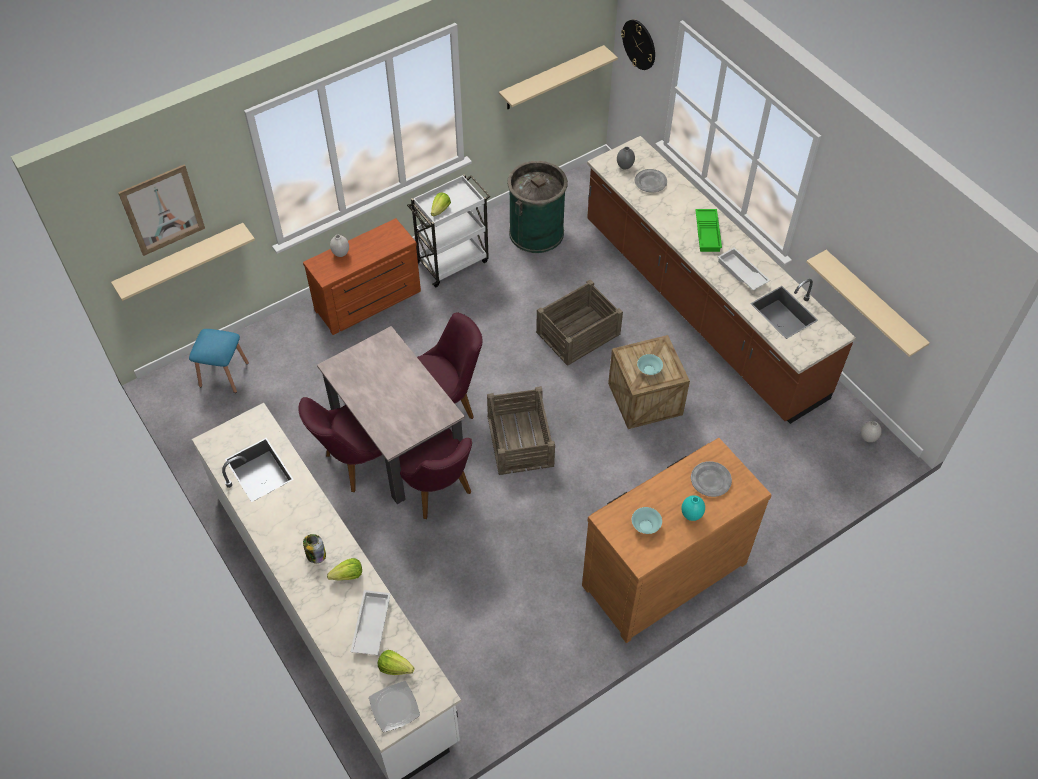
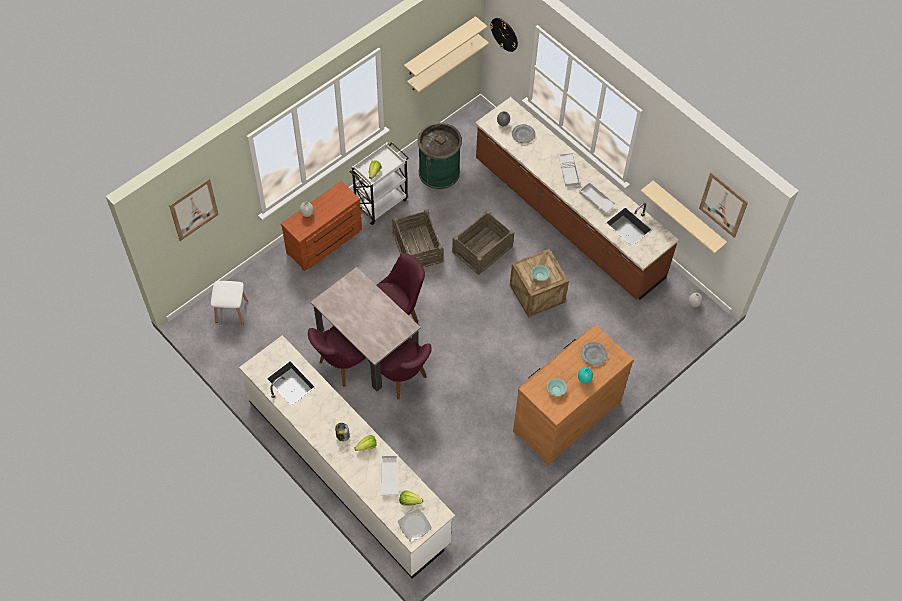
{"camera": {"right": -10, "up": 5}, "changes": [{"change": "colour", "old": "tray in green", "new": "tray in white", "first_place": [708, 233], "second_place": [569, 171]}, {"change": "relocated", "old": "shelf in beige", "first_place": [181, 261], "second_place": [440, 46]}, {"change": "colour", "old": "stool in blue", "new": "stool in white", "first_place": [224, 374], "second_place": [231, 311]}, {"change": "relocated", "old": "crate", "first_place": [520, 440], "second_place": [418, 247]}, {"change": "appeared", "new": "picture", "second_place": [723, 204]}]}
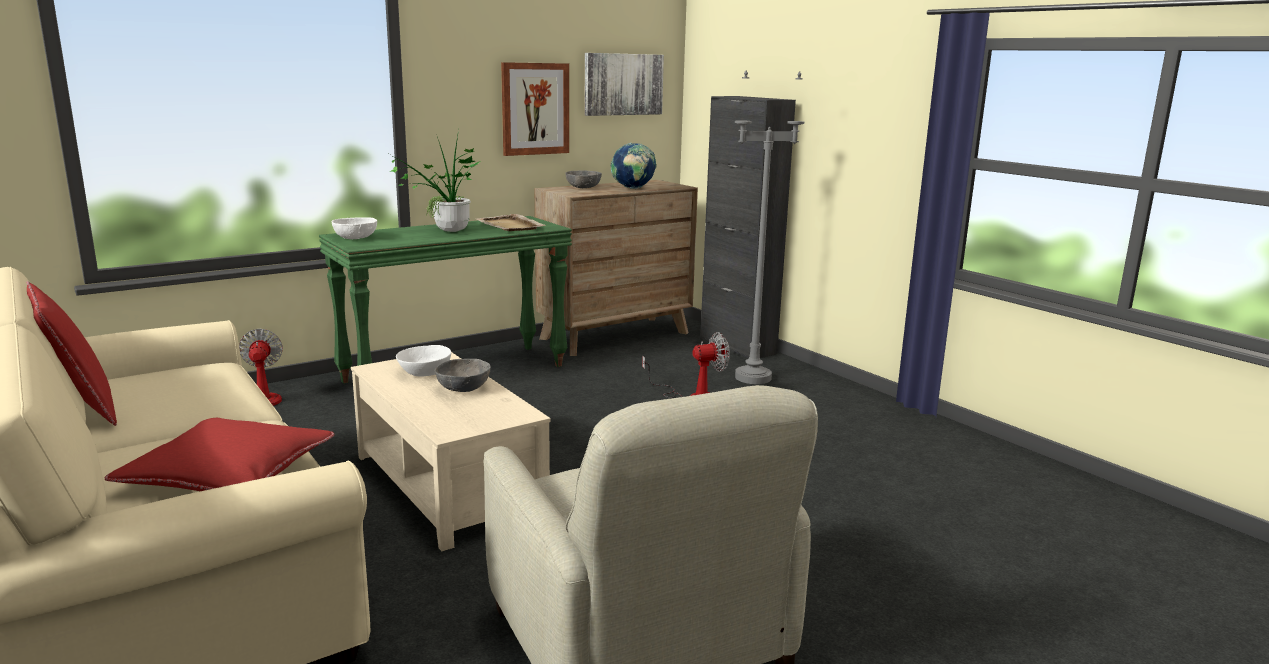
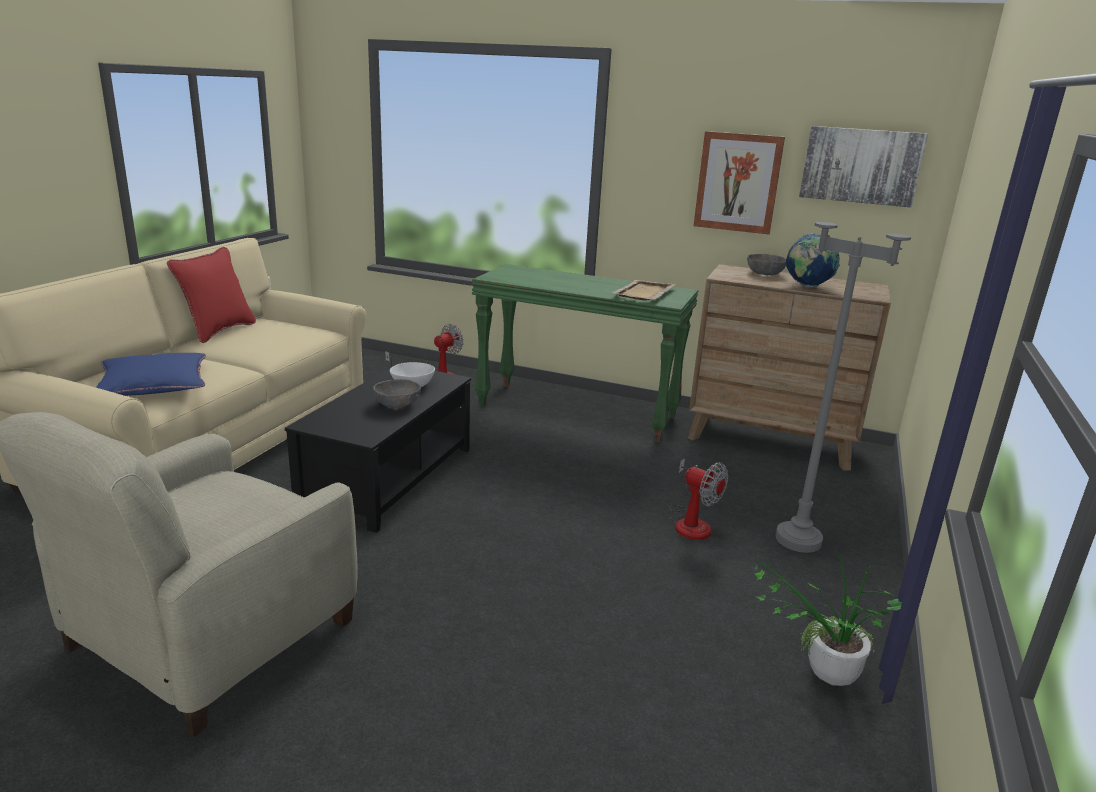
{"camera": {"right": 55, "up": 5}, "changes": [{"change": "missing", "old": "cabinet in black", "first_place": [737, 346]}, {"change": "relocated", "old": "potted plant", "first_place": [446, 232], "second_place": [820, 675]}, {"change": "missing", "old": "bowl in white", "first_place": [356, 238]}, {"change": "colour", "old": "coffee table in beige", "new": "coffee table in black", "first_place": [446, 486], "second_place": [387, 477]}, {"change": "colour", "old": "pillow in red", "new": "pillow in blue", "first_place": [228, 472], "second_place": [153, 385]}]}
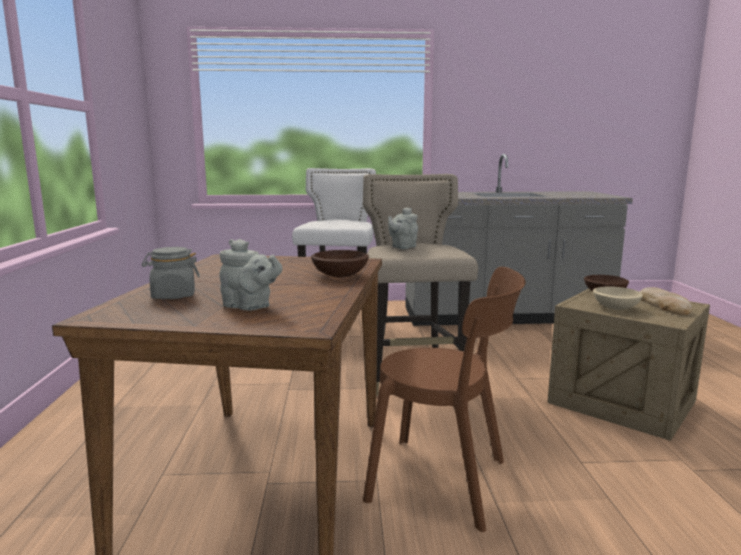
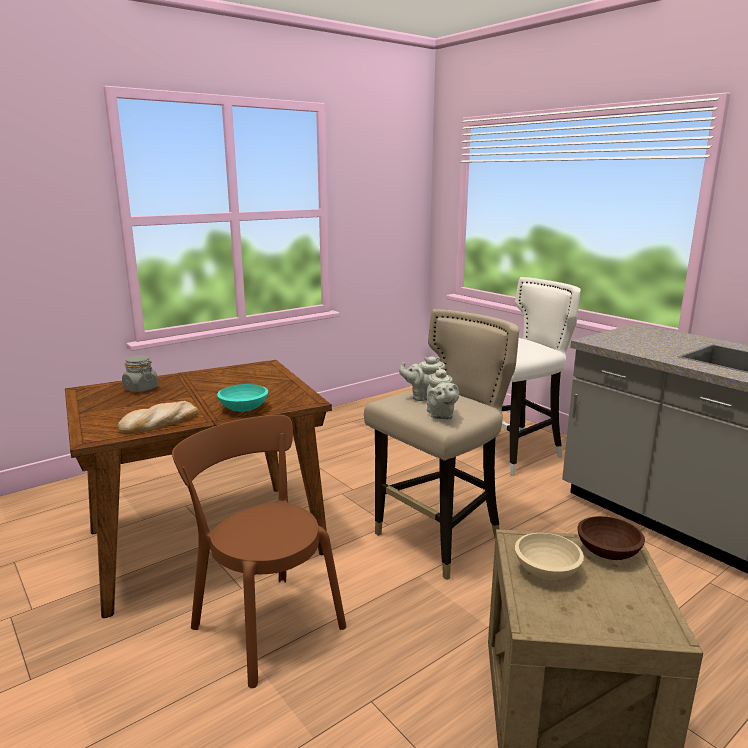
{"camera": {"right": 55, "up": 5}, "changes": [{"change": "relocated", "old": "teapot in grey", "first_place": [250, 307], "second_place": [440, 415]}, {"change": "colour", "old": "bowl in brown", "new": "bowl in turquoise", "first_place": [339, 275], "second_place": [244, 408]}, {"change": "spun", "old": "chair in brown", "first_place": [445, 481], "second_place": [264, 622], "degrees": 150}, {"change": "relocated", "old": "bread", "first_place": [664, 305], "second_place": [159, 422]}]}
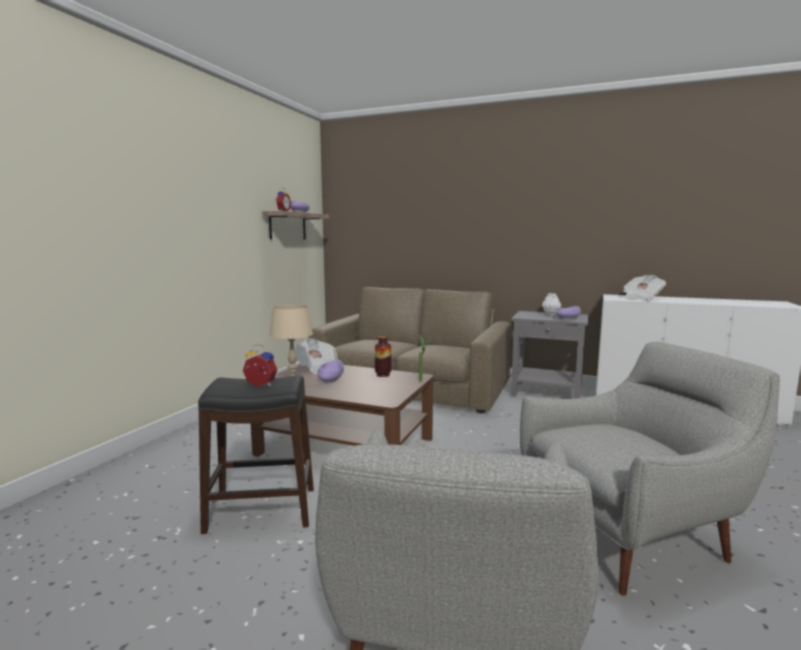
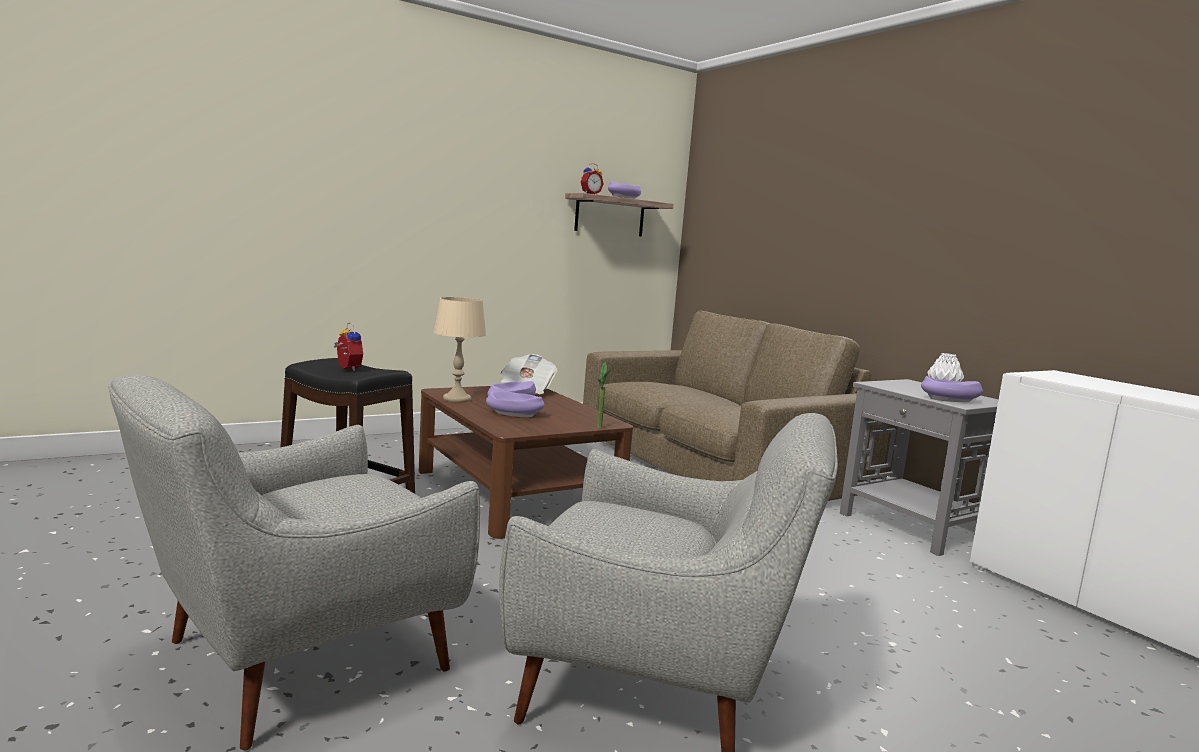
{"camera": {"right": 35, "up": 0}, "changes": [{"change": "missing", "old": "newspaper", "first_place": [641, 298]}, {"change": "missing", "old": "vase", "first_place": [383, 375]}, {"change": "appeared", "new": "bowl in purple", "second_place": [514, 414]}]}
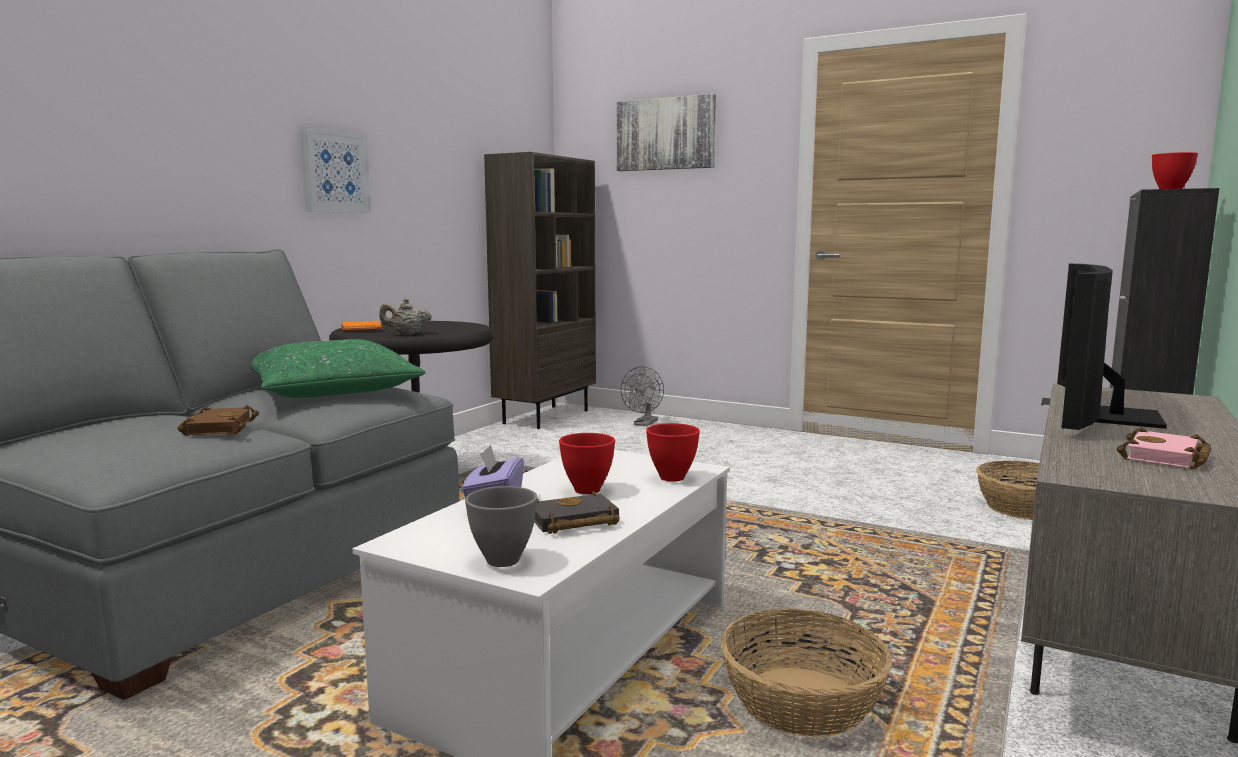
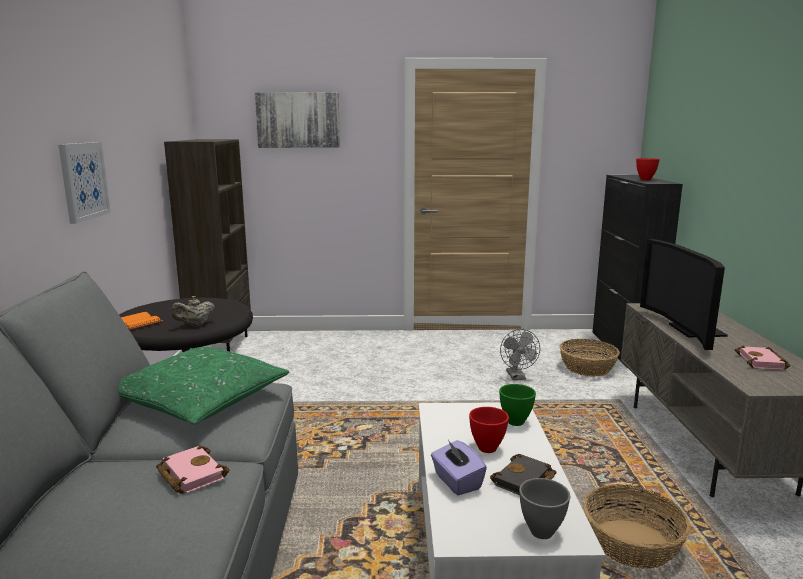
{"camera": {"right": -30, "up": 5}, "changes": [{"change": "relocated", "old": "fan in grey", "first_place": [644, 424], "second_place": [517, 377]}, {"change": "colour", "old": "book in brown", "new": "book in pink", "first_place": [218, 427], "second_place": [189, 474]}, {"change": "colour", "old": "bowl in red", "new": "bowl in green", "first_place": [671, 477], "second_place": [515, 421]}]}
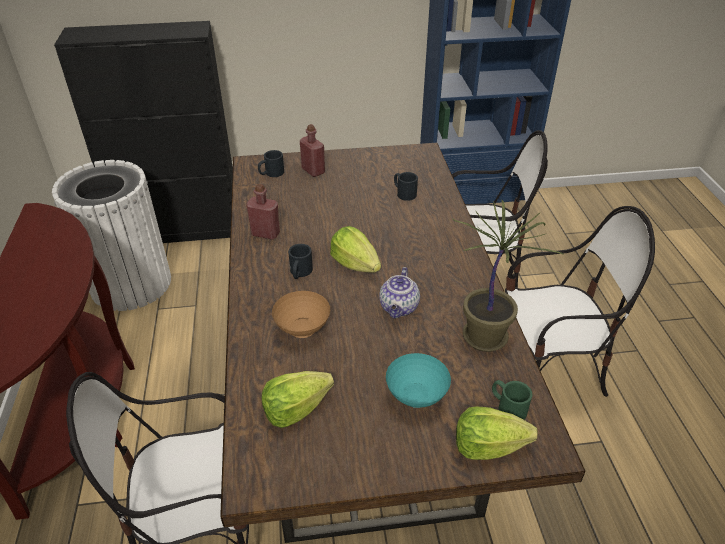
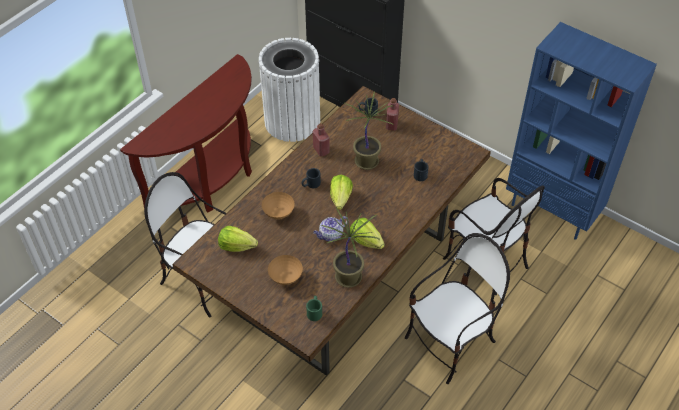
{"camera": {"right": 45, "up": 10}, "changes": [{"change": "spun", "old": "chair", "first_place": [546, 374], "second_place": [451, 343], "degrees": -75}, {"change": "colour", "old": "bowl in turquoise", "new": "bowl in brown", "first_place": [415, 397], "second_place": [285, 278]}, {"change": "relocated", "old": "lettuce", "first_place": [488, 446], "second_place": [366, 240]}, {"change": "appeared", "new": "potted plant", "second_place": [367, 161]}]}
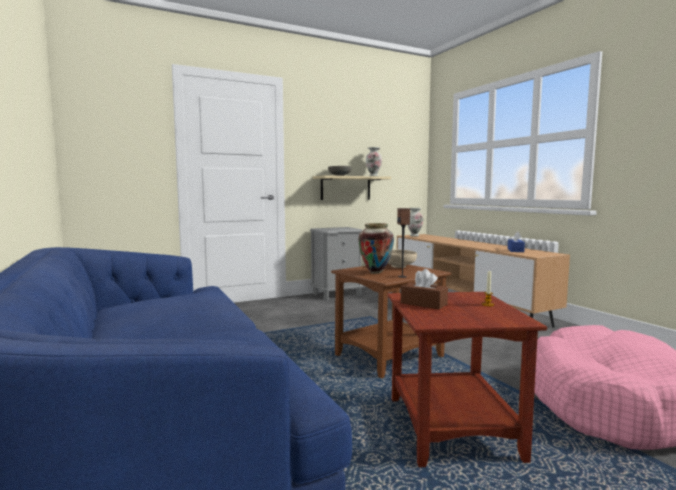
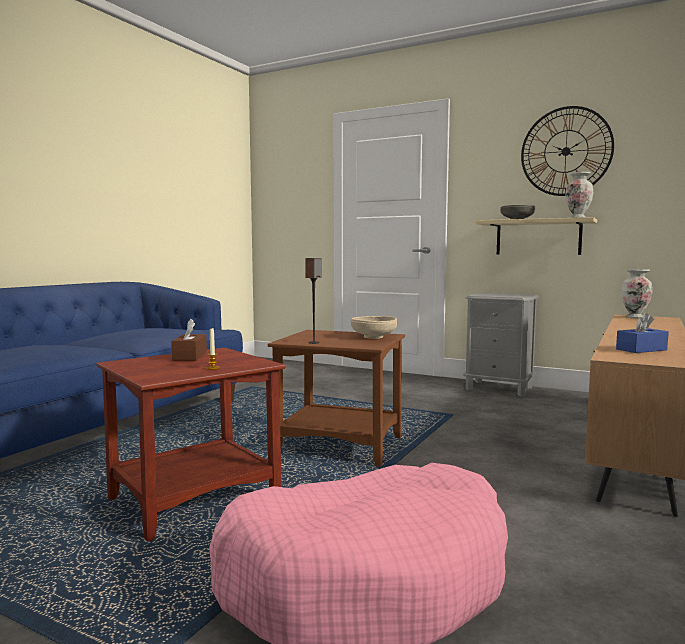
{"camera": {"right": 55, "up": 0}, "changes": [{"change": "missing", "old": "vase", "first_place": [375, 272]}, {"change": "appeared", "new": "wall clock", "second_place": [566, 151]}]}
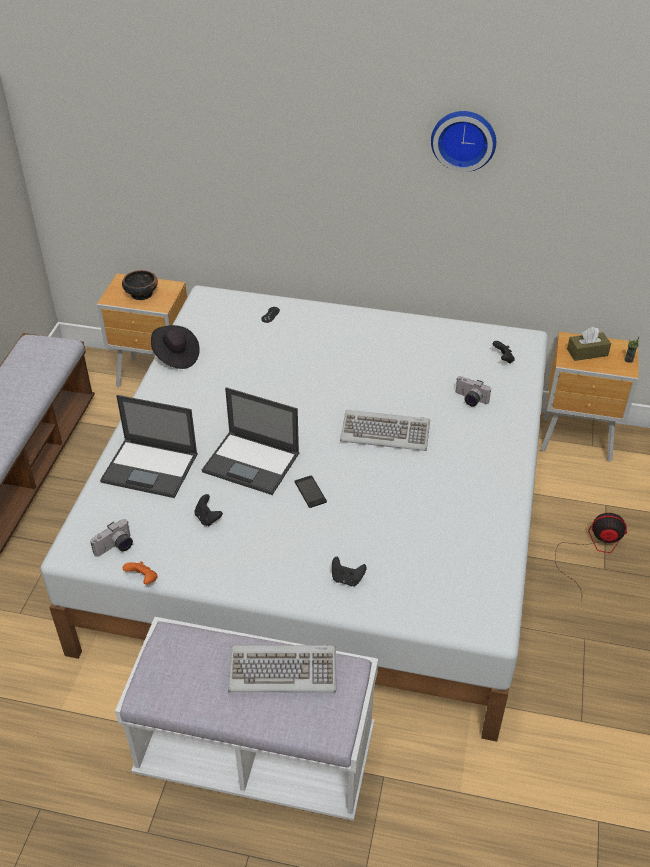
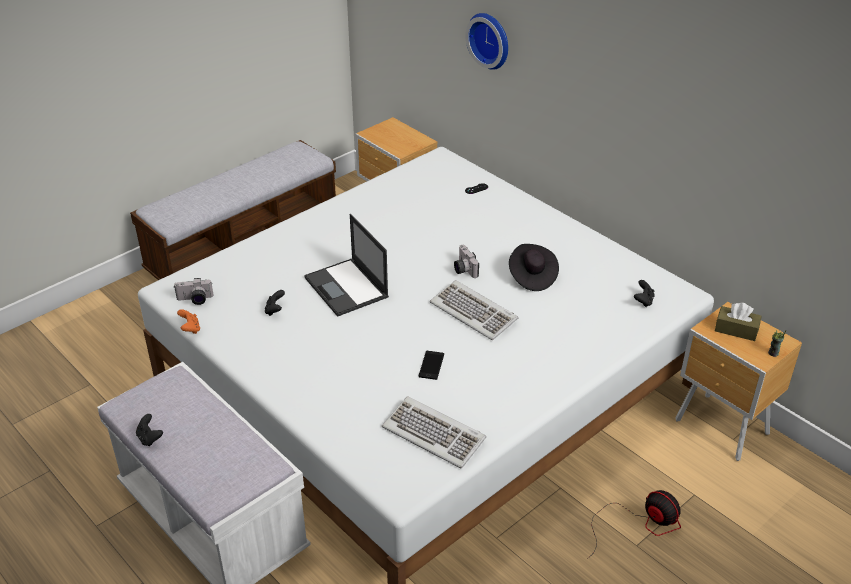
{"camera": {"right": 35, "up": -5}, "changes": [{"change": "relocated", "old": "wall clock", "first_place": [464, 139], "second_place": [491, 40]}, {"change": "missing", "old": "bowl", "first_place": [141, 294]}, {"change": "relocated", "old": "hat in black", "first_place": [176, 356], "second_place": [532, 277]}, {"change": "relocated", "old": "photo camera", "first_place": [469, 399], "second_place": [463, 269]}, {"change": "missing", "old": "laptop", "first_place": [151, 468]}, {"change": "relocated", "old": "phone", "first_place": [310, 492], "second_place": [431, 365]}, {"change": "relocated", "old": "game controller in black", "first_place": [347, 579], "second_place": [149, 438]}, {"change": "relocated", "old": "keyboard", "first_place": [283, 670], "second_place": [434, 434]}]}
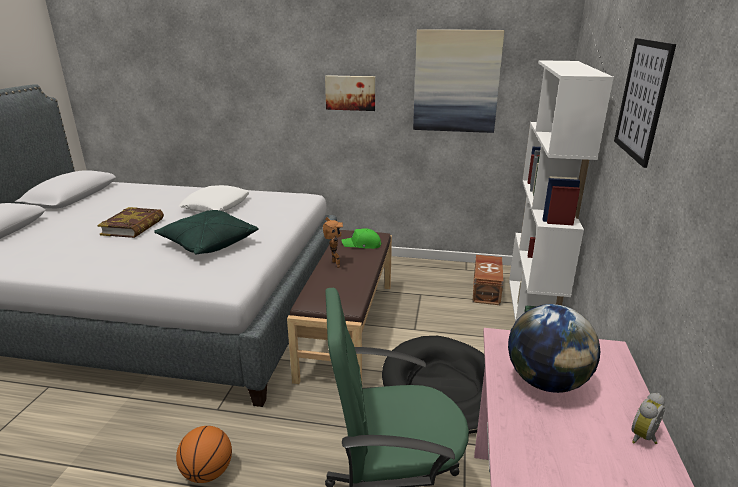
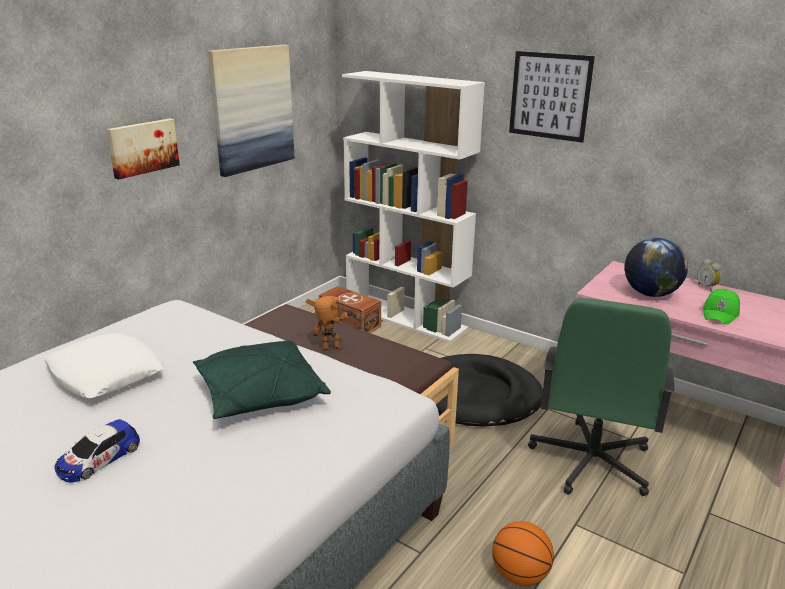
{"camera": {"right": -65, "up": 0}, "changes": [{"change": "exchanged", "old": "book", "new": "toy car", "first_place": [133, 227], "second_place": [99, 458]}, {"change": "relocated", "old": "cap in green", "first_place": [362, 245], "second_place": [720, 313]}]}
